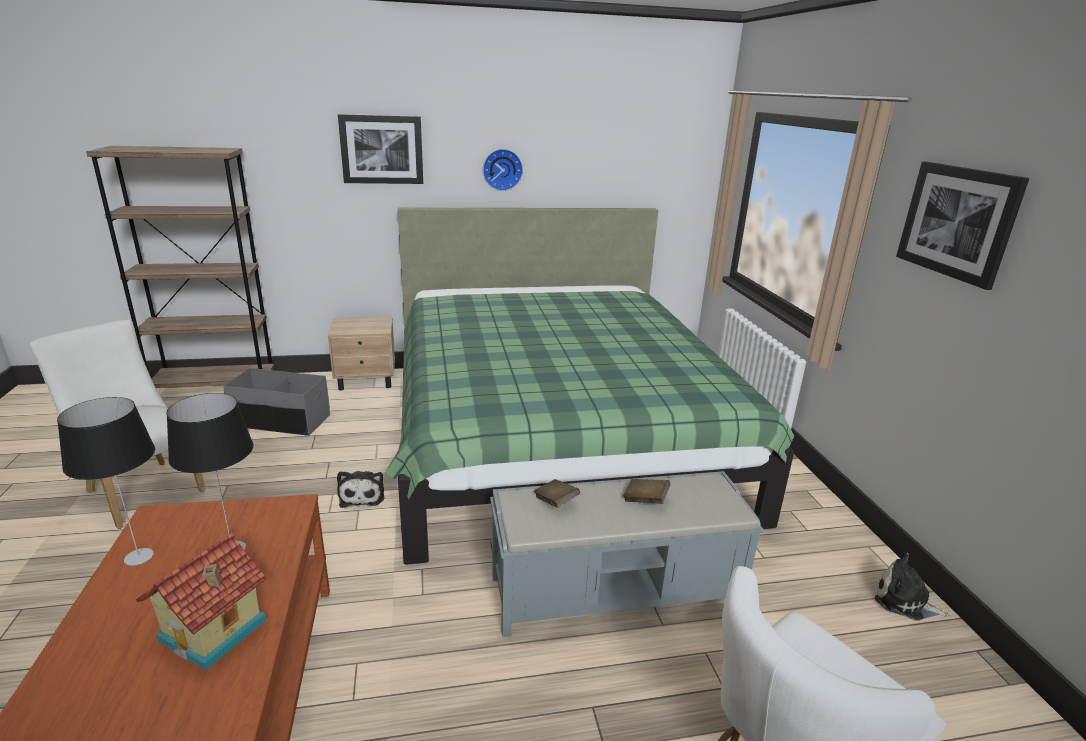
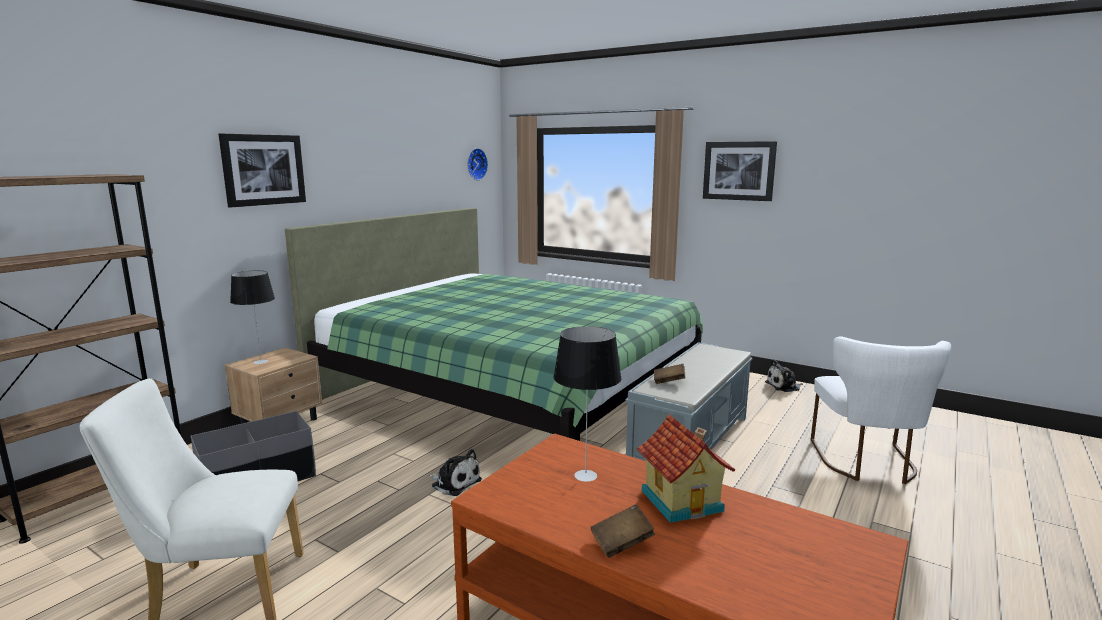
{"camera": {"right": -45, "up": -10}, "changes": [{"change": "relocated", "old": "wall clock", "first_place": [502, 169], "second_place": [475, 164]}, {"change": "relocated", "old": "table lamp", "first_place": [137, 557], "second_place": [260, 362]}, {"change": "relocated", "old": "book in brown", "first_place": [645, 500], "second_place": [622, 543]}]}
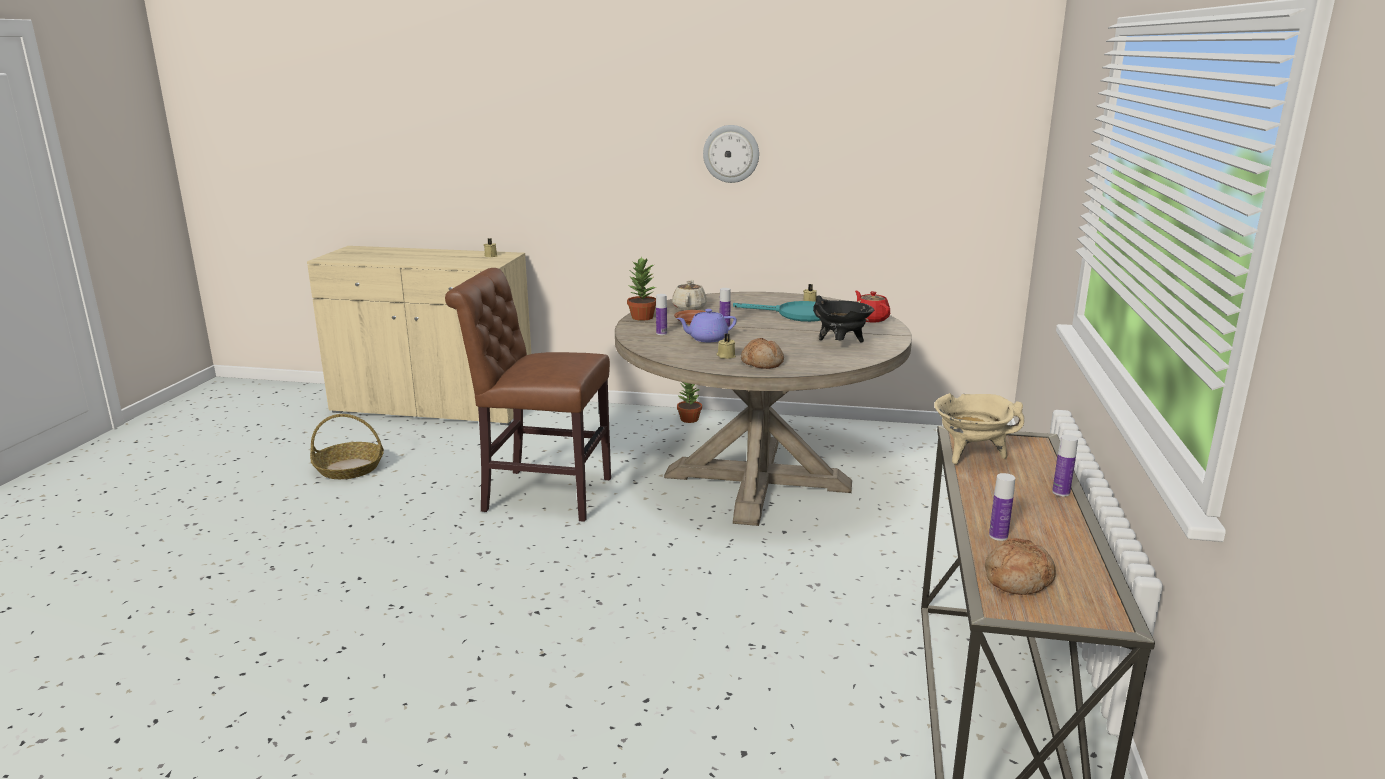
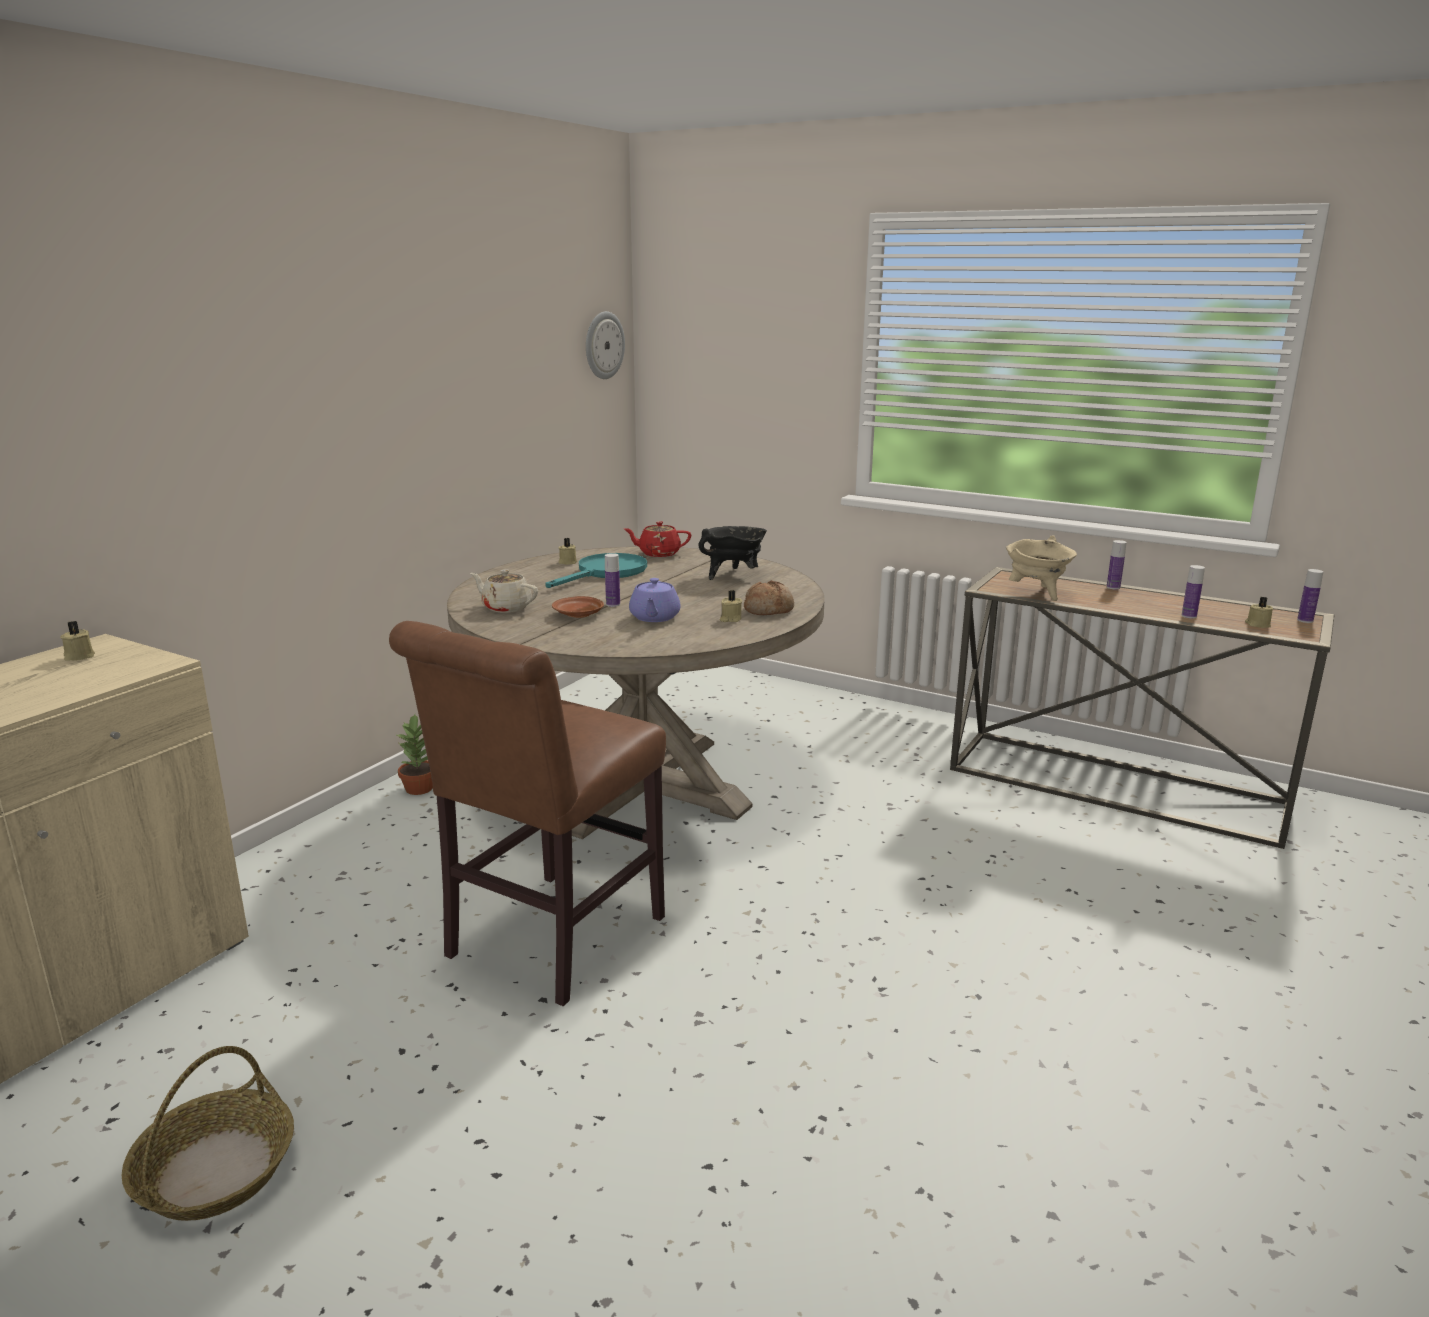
{"camera": {"right": -70, "up": 0}, "changes": [{"change": "relocated", "old": "wall clock", "first_place": [731, 154], "second_place": [603, 345]}, {"change": "missing", "old": "potted plant", "first_place": [642, 317]}, {"change": "relocated", "old": "bottle", "first_place": [661, 333], "second_place": [1305, 620]}, {"change": "exchanged", "old": "bread", "new": "candle in beige", "first_place": [1017, 578], "second_place": [1257, 624]}]}
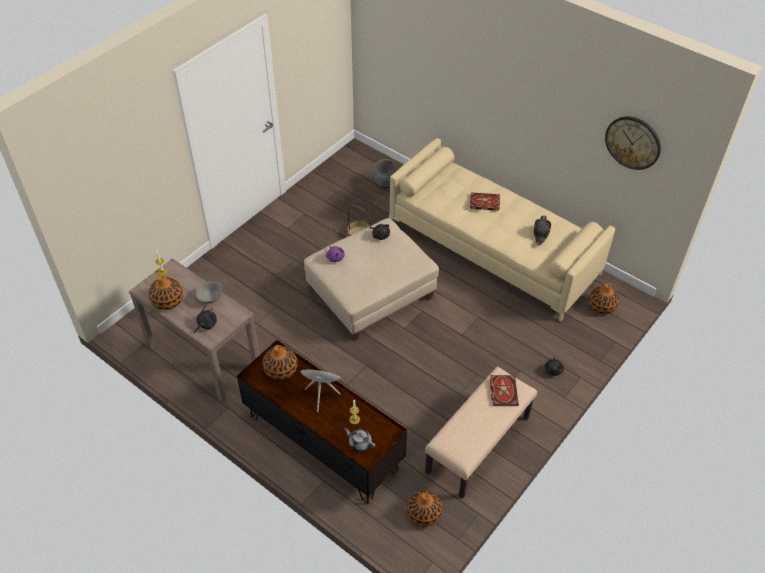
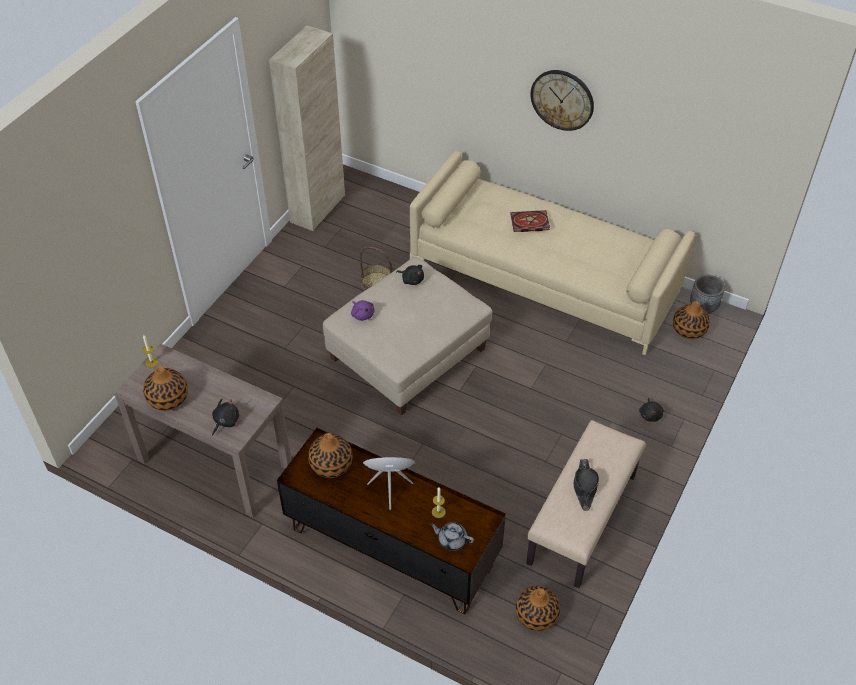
{"camera": {"right": -10, "up": 0}, "changes": [{"change": "relocated", "old": "wall clock", "first_place": [633, 142], "second_place": [562, 99]}, {"change": "relocated", "old": "planter in grey", "first_place": [385, 183], "second_place": [703, 306]}, {"change": "relocated", "old": "hat in black", "first_place": [541, 232], "second_place": [584, 487]}, {"change": "missing", "old": "bowl in grey", "first_place": [210, 298]}, {"change": "missing", "old": "book", "first_place": [502, 390]}, {"change": "appeared", "new": "cabinet in beige", "second_place": [318, 208]}]}
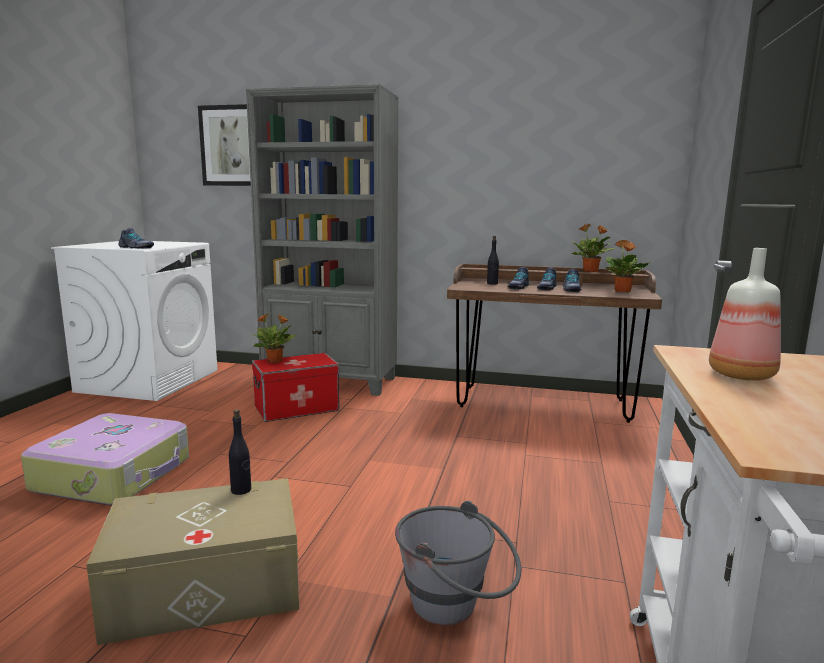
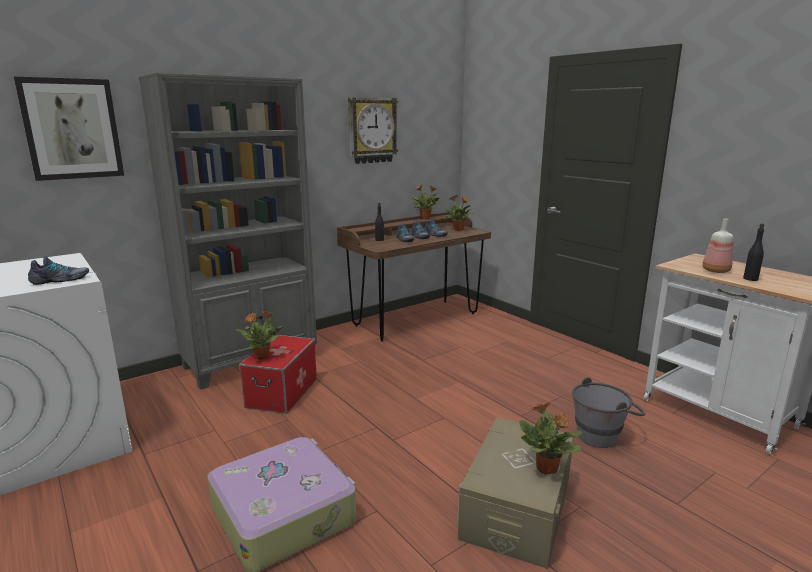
{"camera": {"right": -50, "up": 5}, "changes": [{"change": "relocated", "old": "bottle in black", "first_place": [241, 490], "second_place": [750, 279]}, {"change": "appeared", "new": "wall clock", "second_place": [372, 130]}, {"change": "appeared", "new": "potted plant", "second_place": [547, 469]}]}
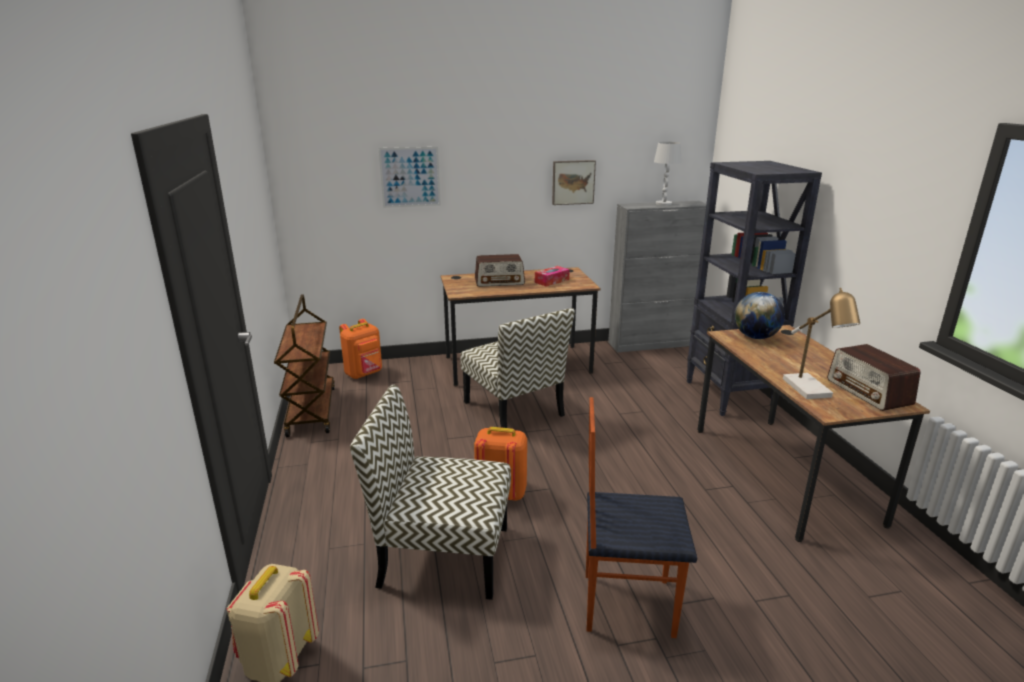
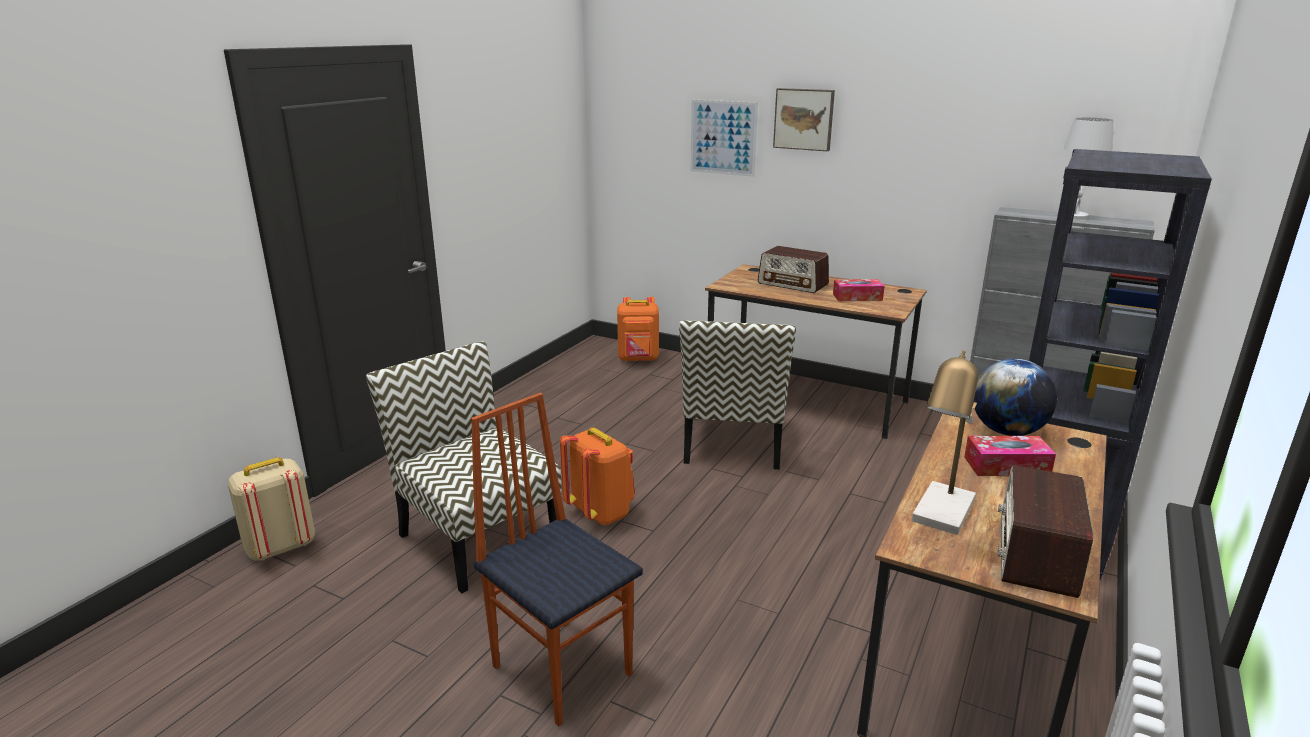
{"camera": {"right": 40, "up": 0}, "changes": [{"change": "relocated", "old": "picture", "first_place": [573, 182], "second_place": [804, 119]}, {"change": "missing", "old": "cart in brown", "first_place": [311, 410]}, {"change": "appeared", "new": "tissue box", "second_place": [1006, 466]}]}
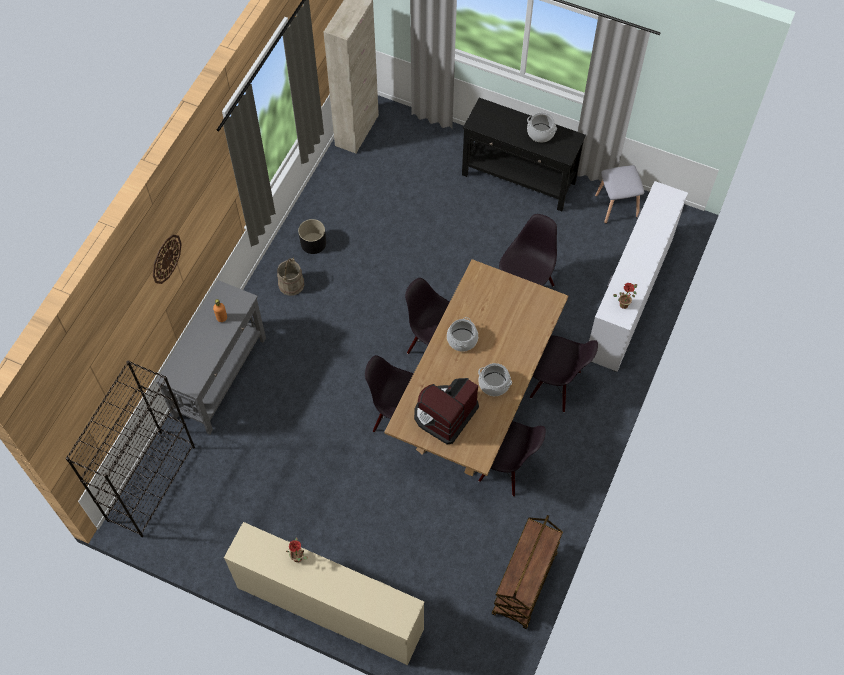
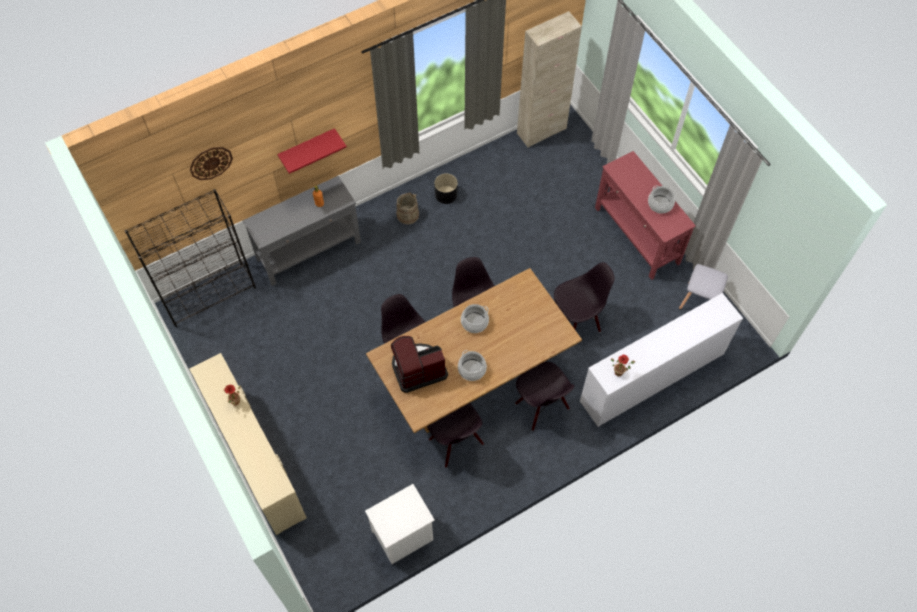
{"camera": {"right": 35, "up": 0}, "changes": [{"change": "colour", "old": "console table in black", "new": "console table in red", "first_place": [519, 179], "second_place": [636, 236]}, {"change": "relocated", "old": "wall clock", "first_place": [166, 258], "second_place": [211, 163]}, {"change": "exchanged", "old": "cart in brown", "new": "nightstand in white", "first_place": [525, 584], "second_place": [402, 537]}, {"change": "appeared", "new": "shelf in red", "second_place": [307, 148]}]}
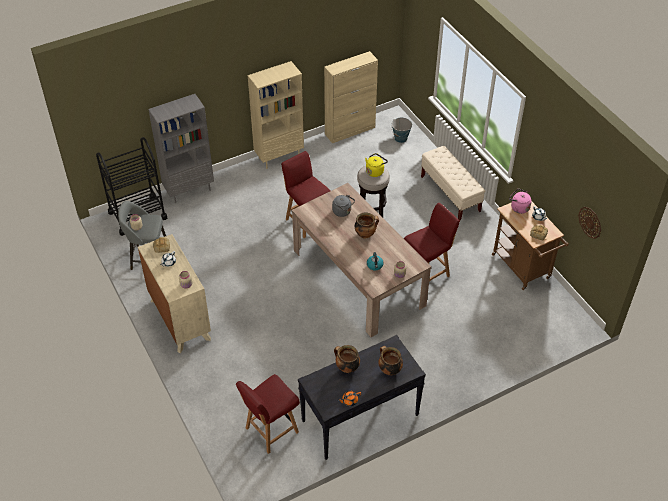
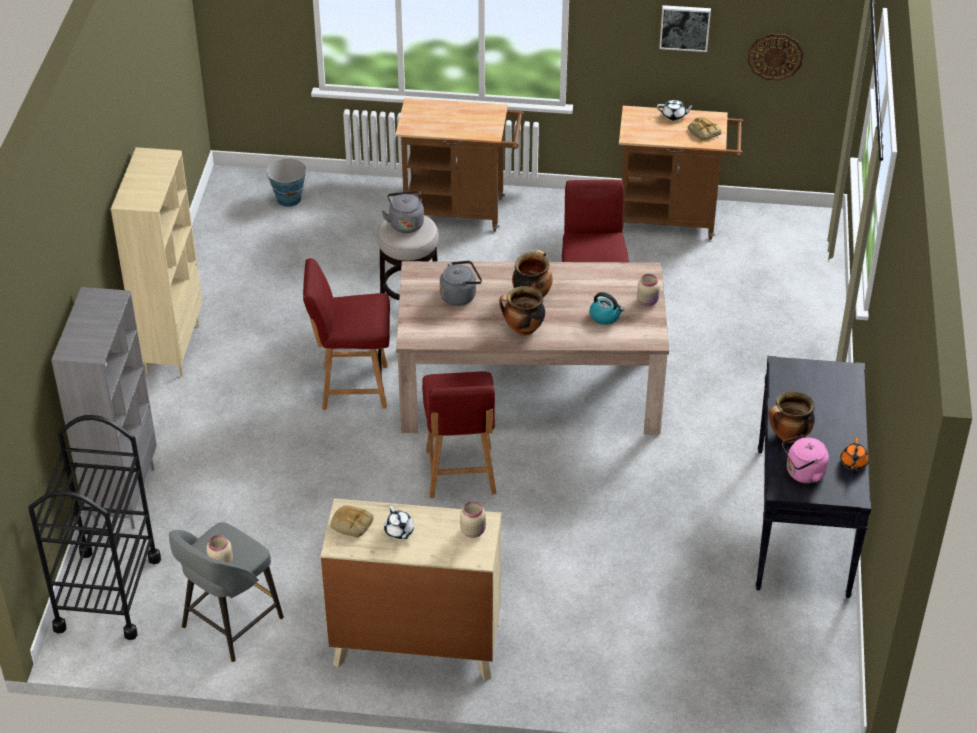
{"camera": {"right": -55, "up": -5}, "changes": [{"change": "missing", "old": "cabinet in beige", "first_place": [350, 131]}, {"change": "exchanged", "old": "bench in beige", "new": "cart in brown", "first_place": [450, 194], "second_place": [461, 211]}, {"change": "colour", "old": "kettle in yellow", "new": "kettle in grey", "first_place": [375, 171], "second_place": [406, 223]}, {"change": "relocated", "old": "kettle in pink", "first_place": [518, 208], "second_place": [803, 473]}, {"change": "relocated", "old": "cooking pot", "first_place": [389, 370], "second_place": [522, 329]}, {"change": "relocated", "old": "chair in red", "first_place": [270, 431], "second_place": [460, 473]}, {"change": "appeared", "new": "picture", "second_place": [685, 27]}]}
